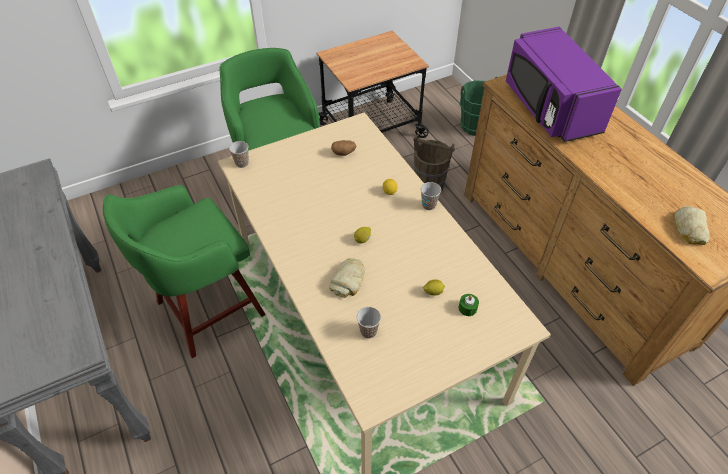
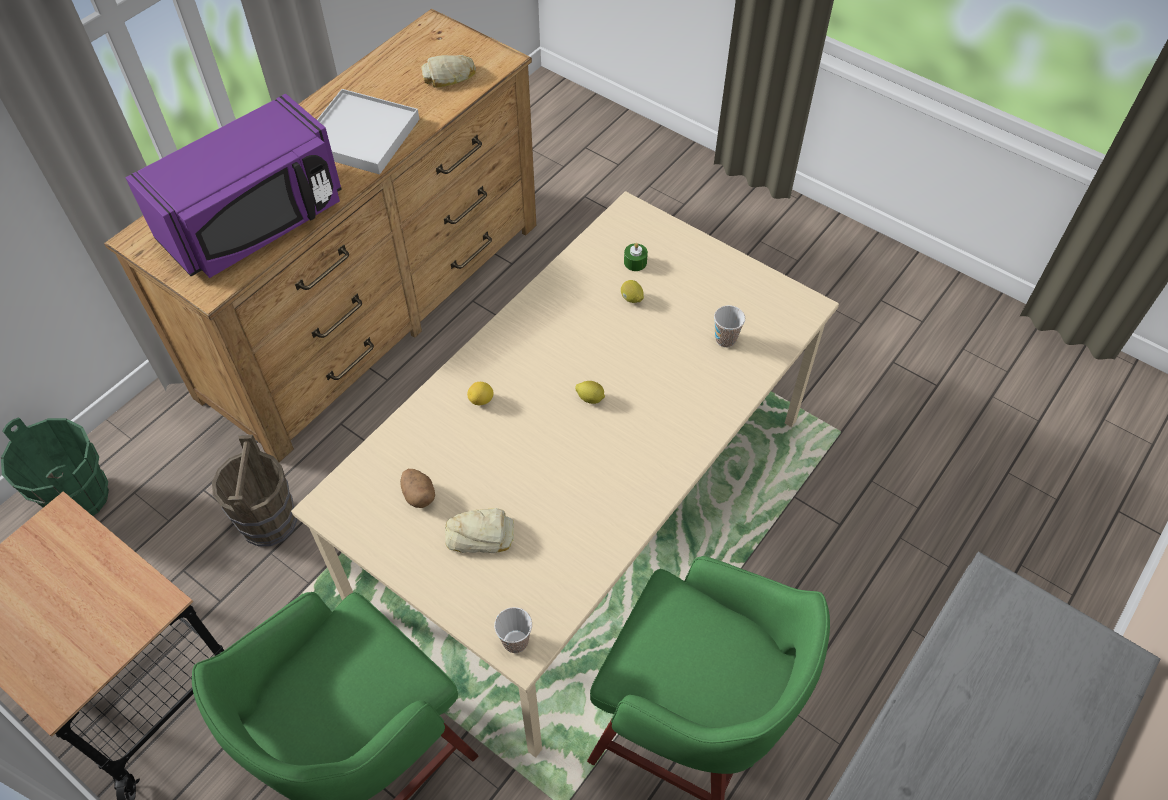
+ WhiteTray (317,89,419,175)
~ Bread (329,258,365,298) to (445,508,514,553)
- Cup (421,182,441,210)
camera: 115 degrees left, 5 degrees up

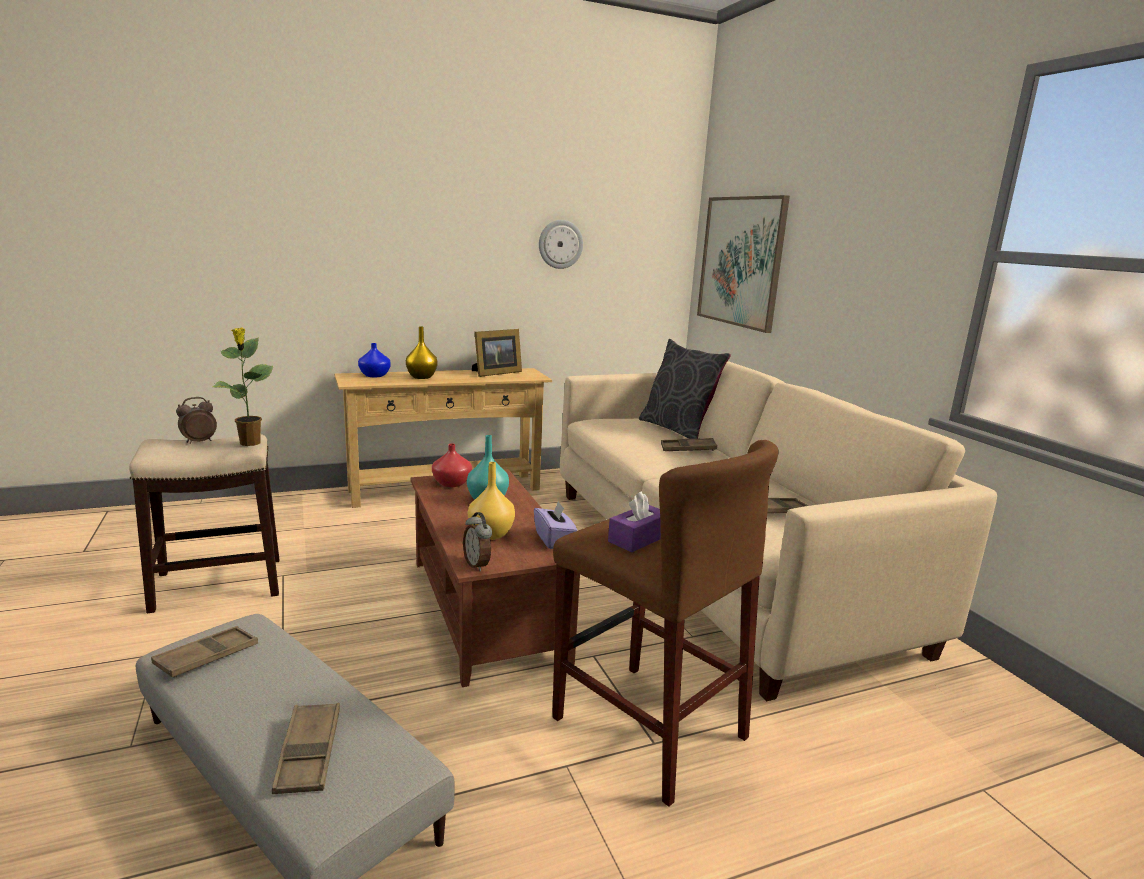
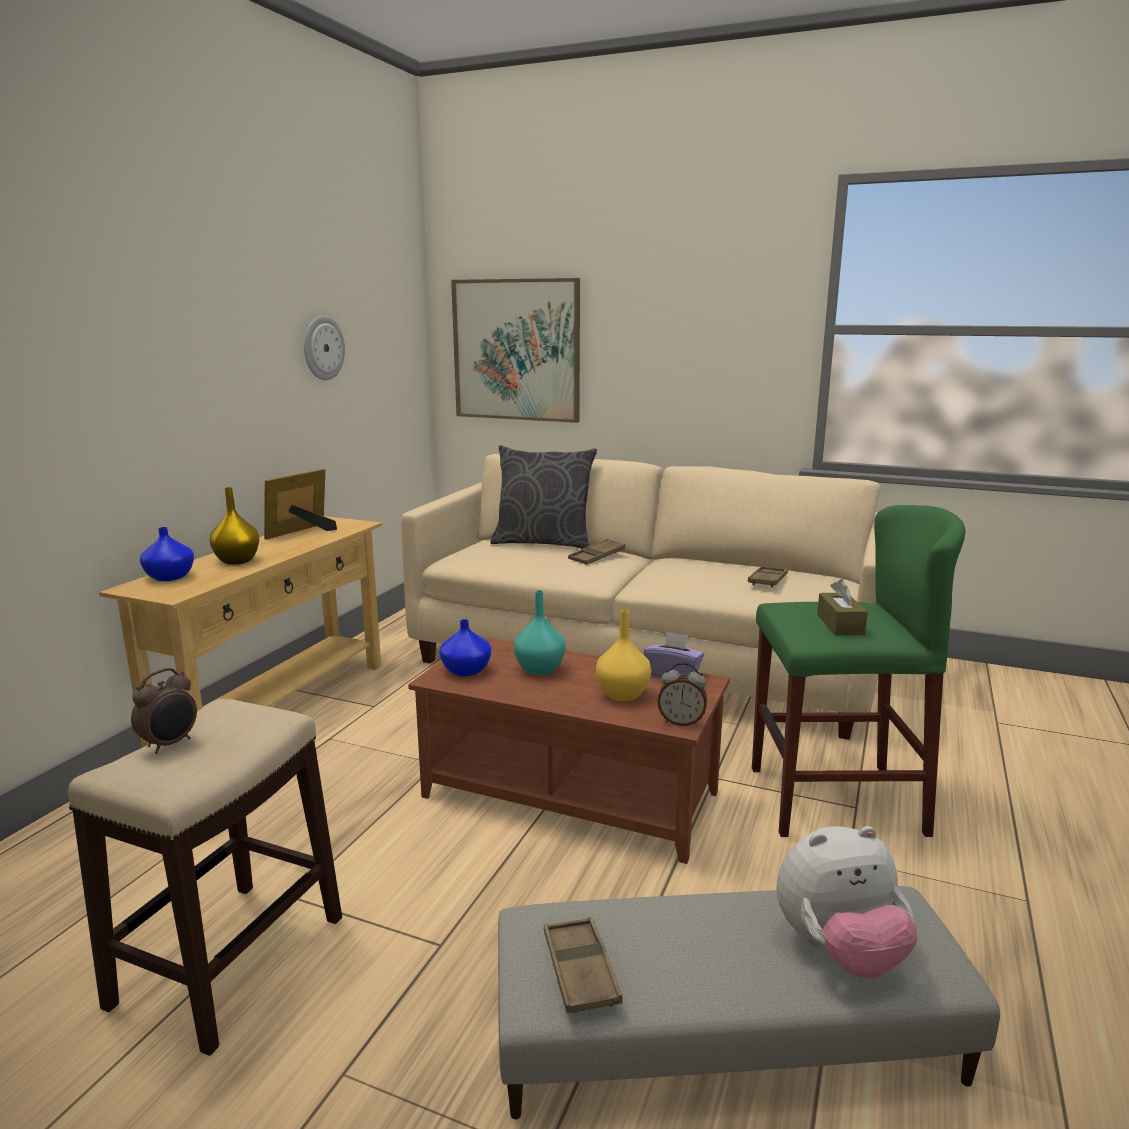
~ AlarmClock (176,397,217,444) = (131,668,197,754) 150 degrees counterclockwise
~ PictureFrame (472,329,522,377) = (264,469,337,540) 150 degrees counterclockwise
~ RedVase (432,443,472,487) to BlueVase (439,619,491,676)
~ BrownStool (552,440,779,807) to GreenStool (752,505,965,837)
~ BrownTray (272,703,340,794) to PlushToy (776,826,918,978)
~ PurpleTissueBox (608,491,661,552) to BrownTissueBox (817,579,868,635)
- PottedPlant (212,328,273,446)
camera: 45 degrees left, 0 degrees up

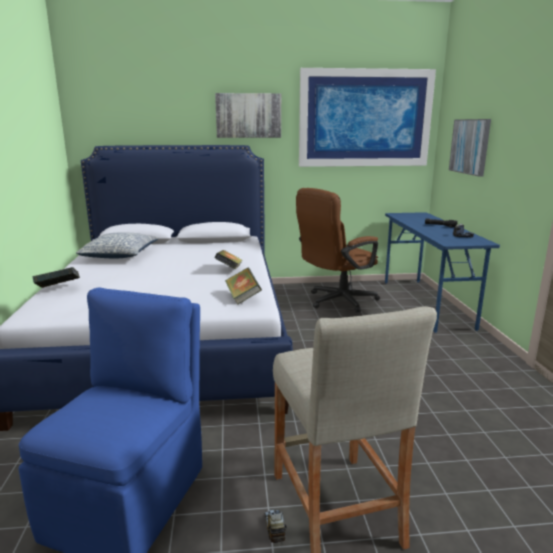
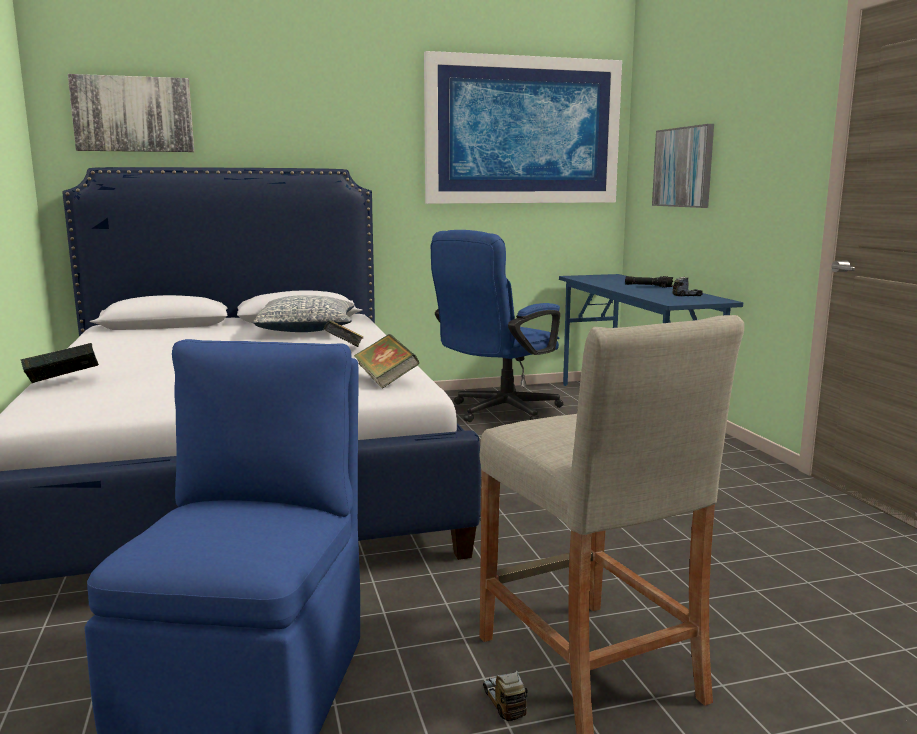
~ Picture (215,93,281,138) to (68,74,194,152)
~ Pillow (76,232,159,259) to (253,295,354,332)
~ BrownOfficeChair (296,188,380,313) to BlueOfficeChair (431,230,563,422)
camera: 10 degrees left, 5 degrees down

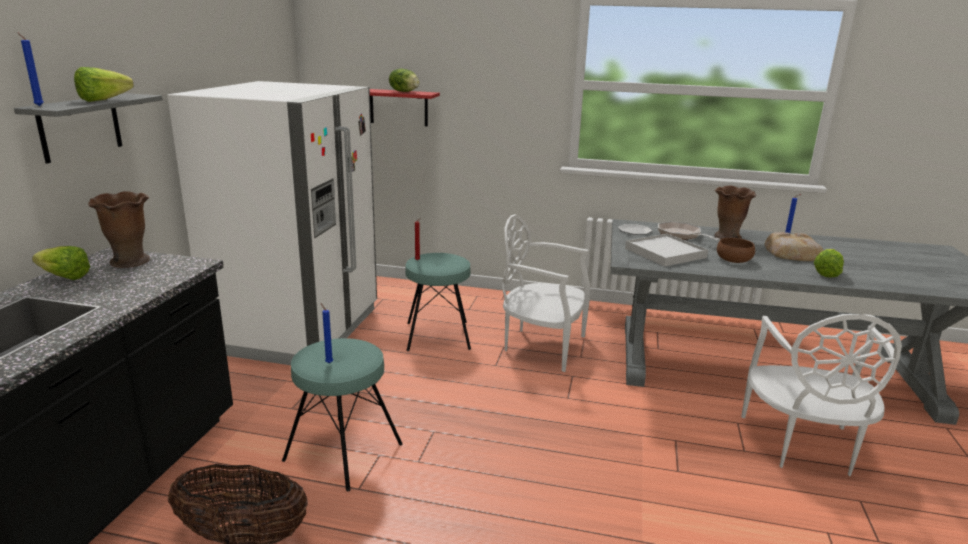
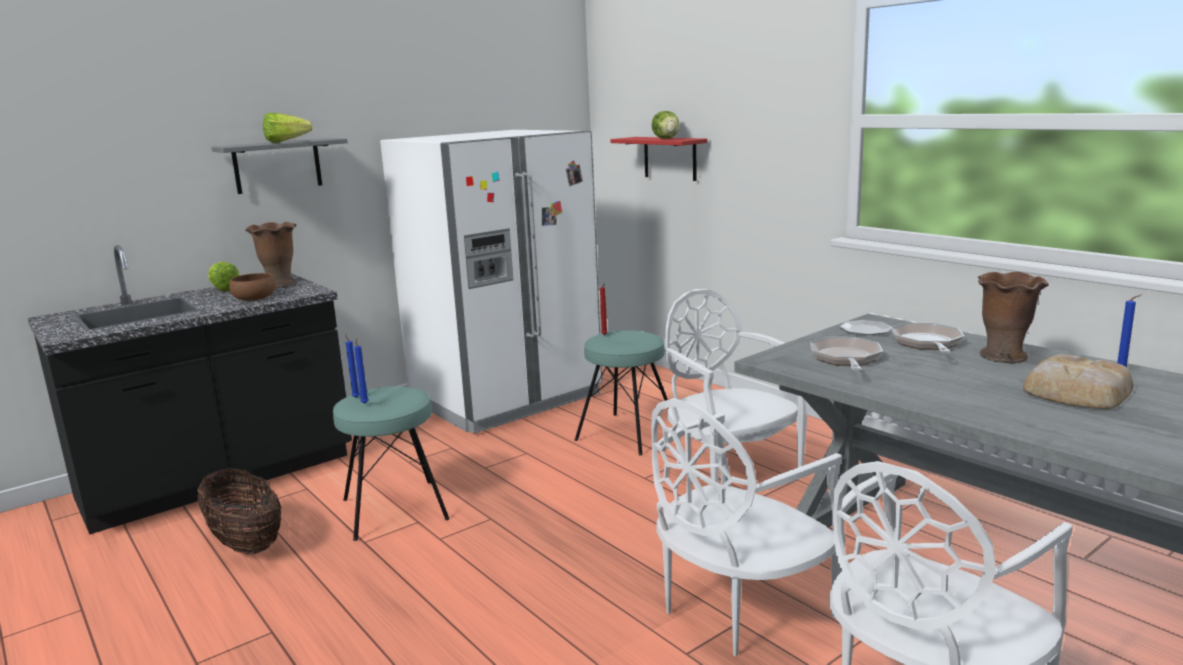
~ BrownBowl (717,238,755,263) to (229,273,276,301)
~ BlueCandle (18,33,44,106) to (345,334,360,398)
+ WhiteChair (651,398,846,656)
~ WhiteTray (625,233,708,267) to FryingPan (810,337,883,370)
- Lettuce (814,249,844,277)
camera: 40 degrees right, 5 degrees down

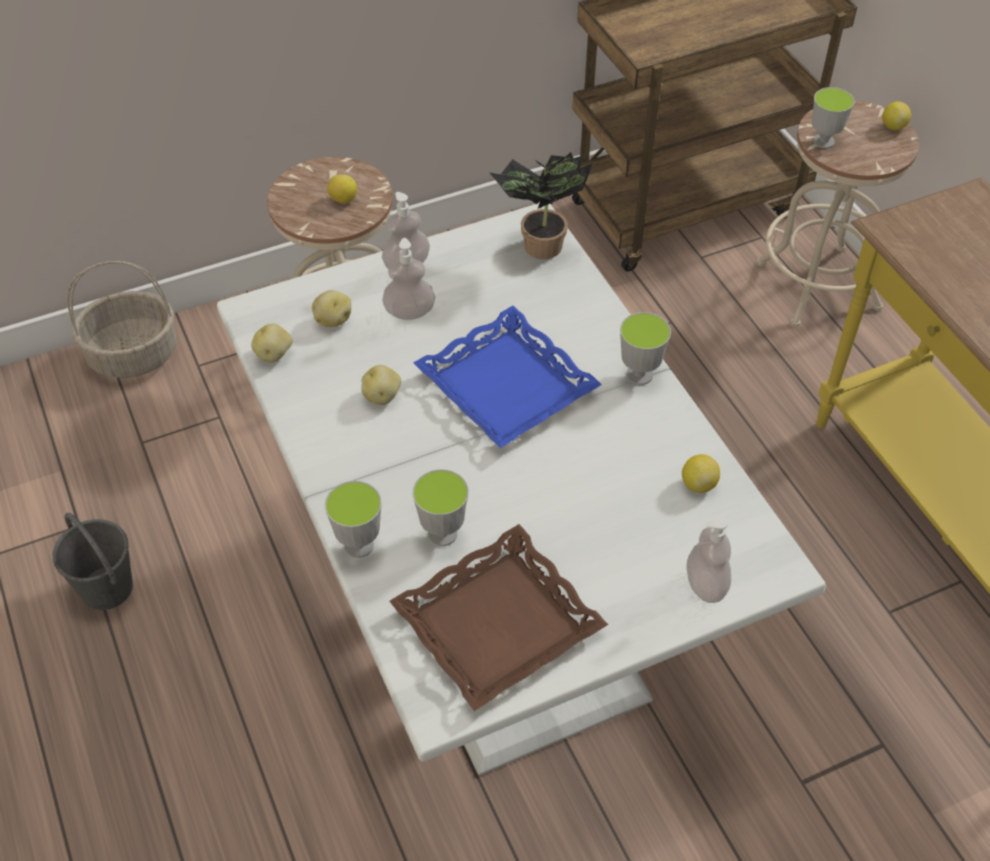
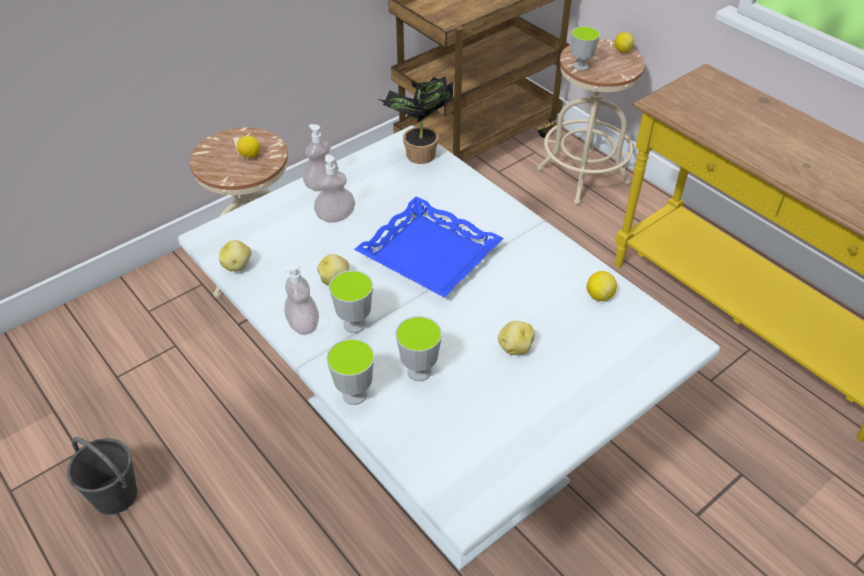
~ SoapDispenser (687,517,731,603) to (283,262,319,335)
~ Cup (620,312,671,385) to (329,270,373,333)
~ Potato (312,290,351,327) to (498,321,535,355)
- Basket (67,261,177,378)
- BrownTray (390,524,608,711)
camera: 15 degrees left, 5 degrees down

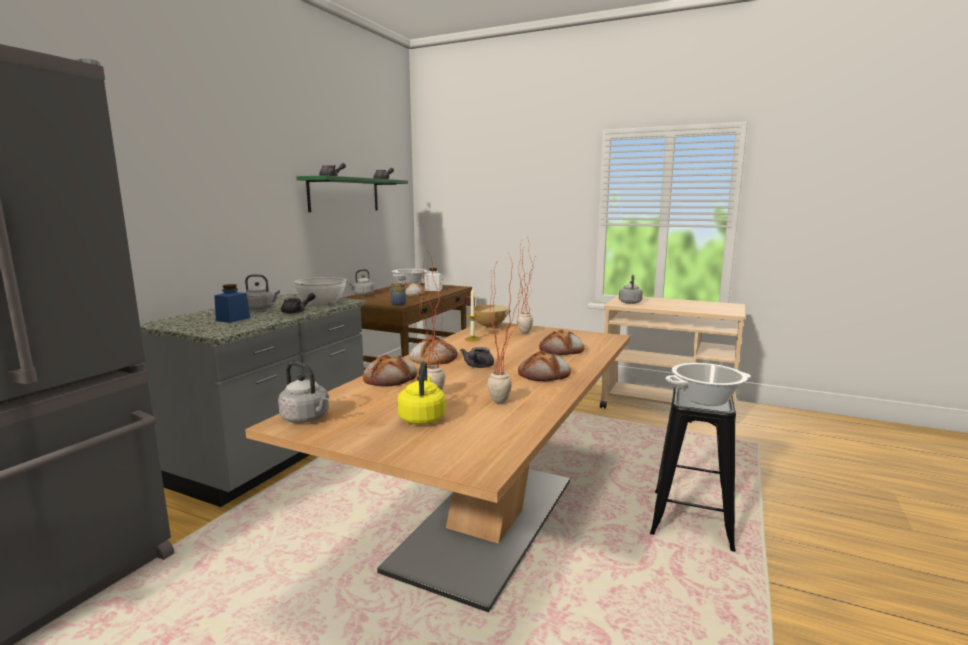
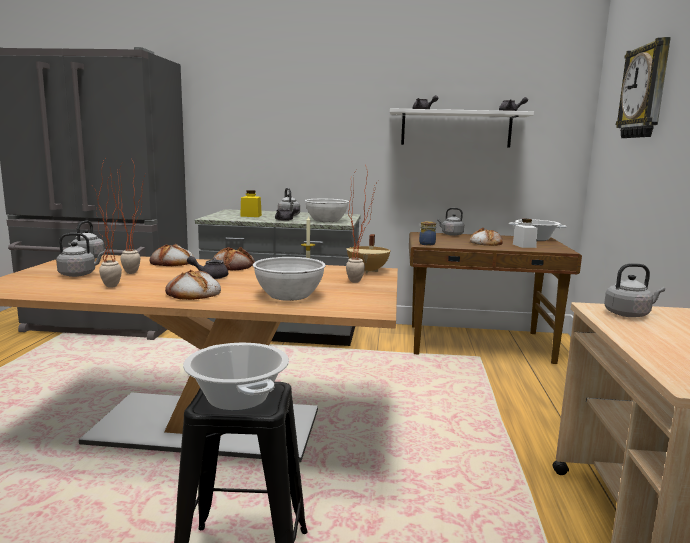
~ YellowKettle (398,361,446,425) to GreyKettle (56,233,105,277)
~ BlueJar (214,284,250,323) to YellowJar (240,190,262,217)
~ Bread (539,330,585,355) to WhiteBowl (253,257,326,301)
~ GreenShelf (296,175,408,212) to WhiteShelf (390,108,534,148)
+ WallClock (616,37,671,138)
camera: 70 degrees right, 0 degrees up

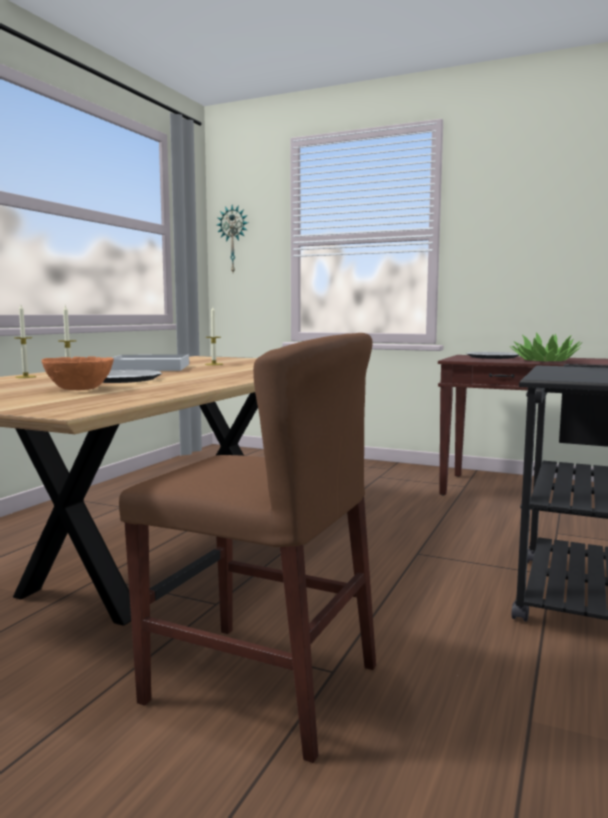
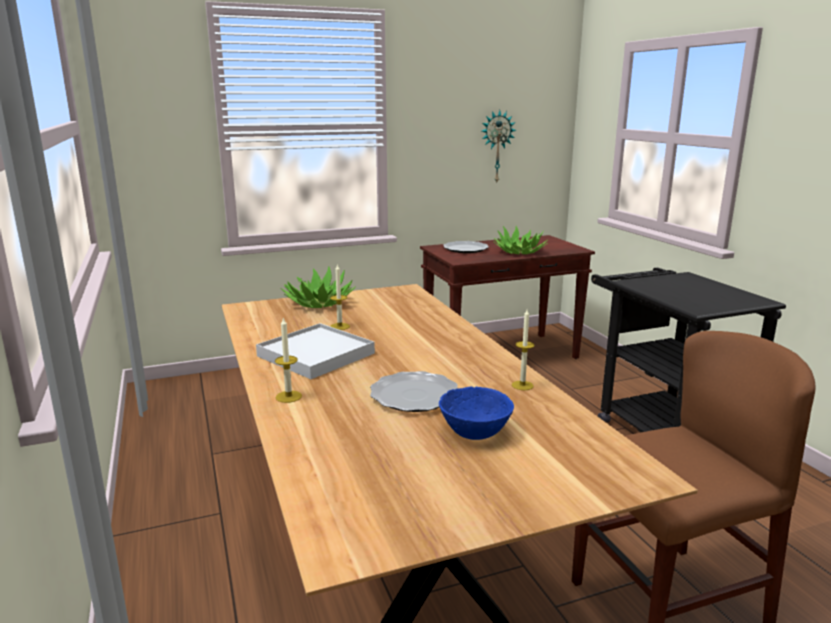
+ PottedPlant (280,266,356,308)
~ OrangeBowl (41,356,114,390) to BlueBowl (439,387,514,440)
~ WallClock (217,205,248,272) to (482,110,516,184)
~ Candle (15,305,36,378) to (512,310,534,390)
camera: 45 degrees left, 10 degrees up

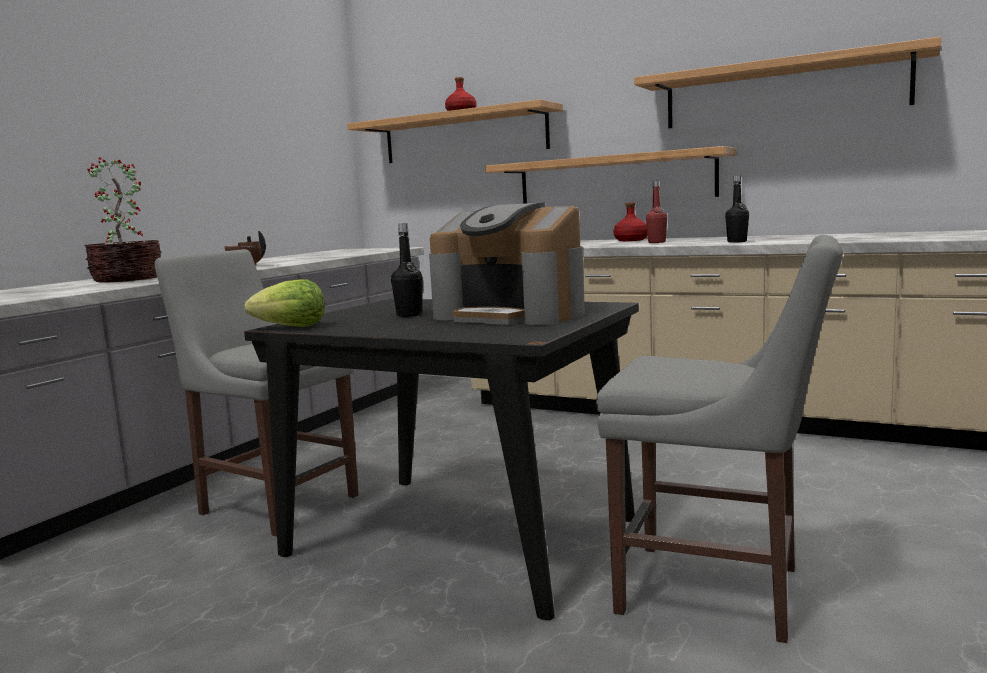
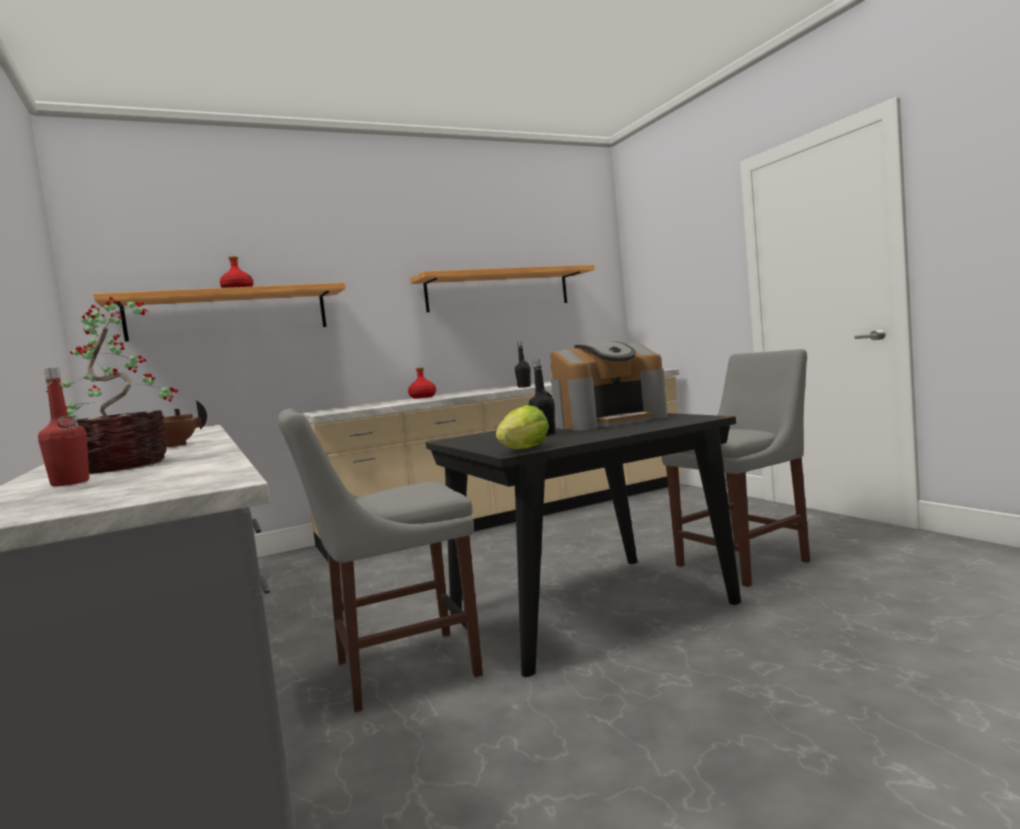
~ RedBottle (646,181,667,243) to (38,368,89,486)
- Shelf (485,146,737,204)
camera: 55 degrees left, 5 degrees down

